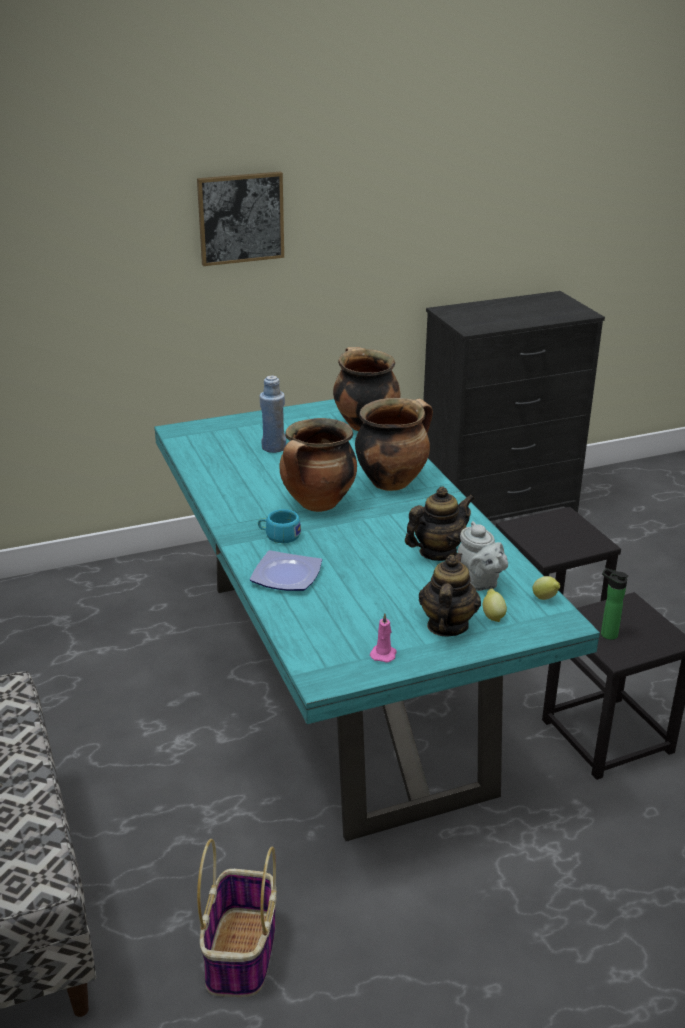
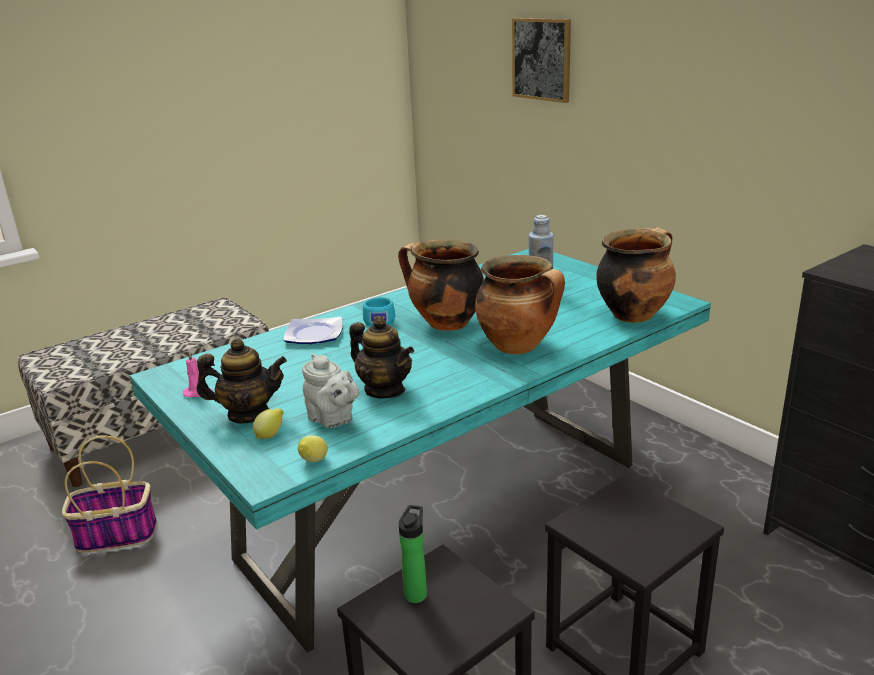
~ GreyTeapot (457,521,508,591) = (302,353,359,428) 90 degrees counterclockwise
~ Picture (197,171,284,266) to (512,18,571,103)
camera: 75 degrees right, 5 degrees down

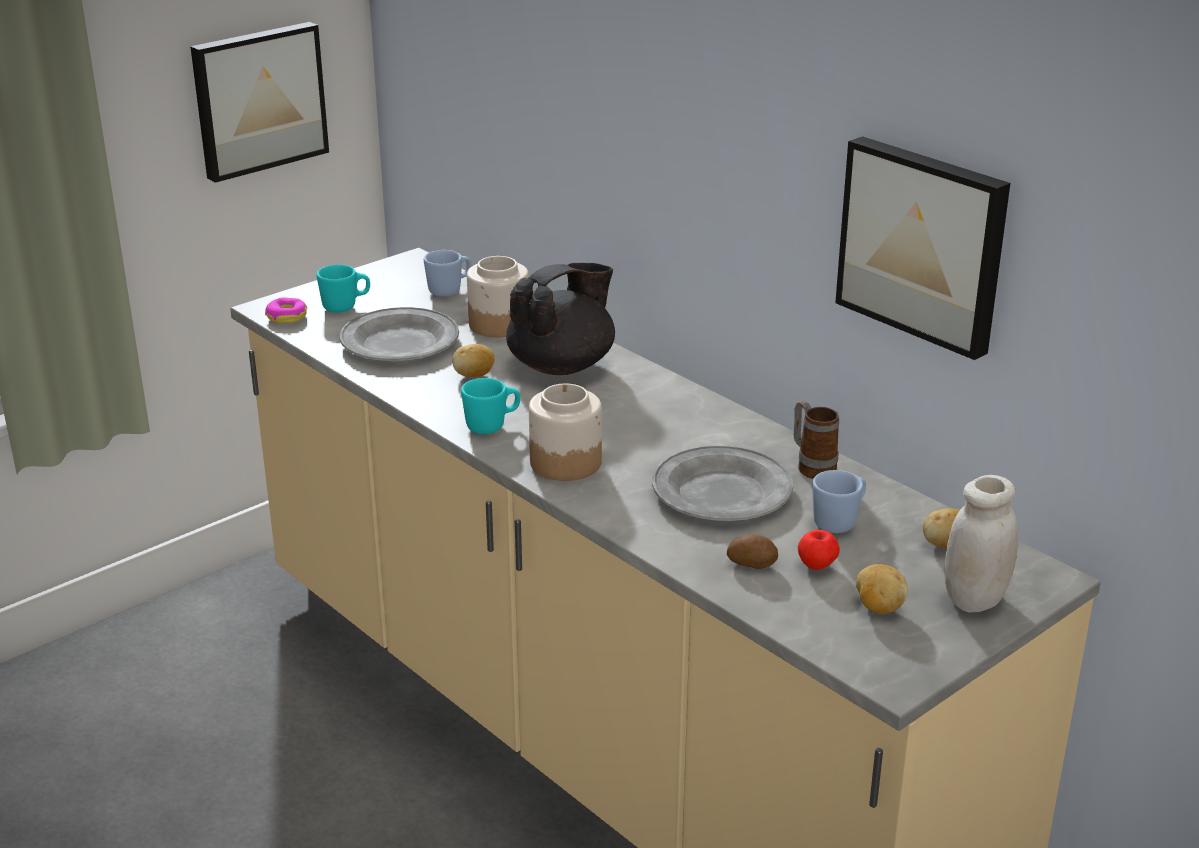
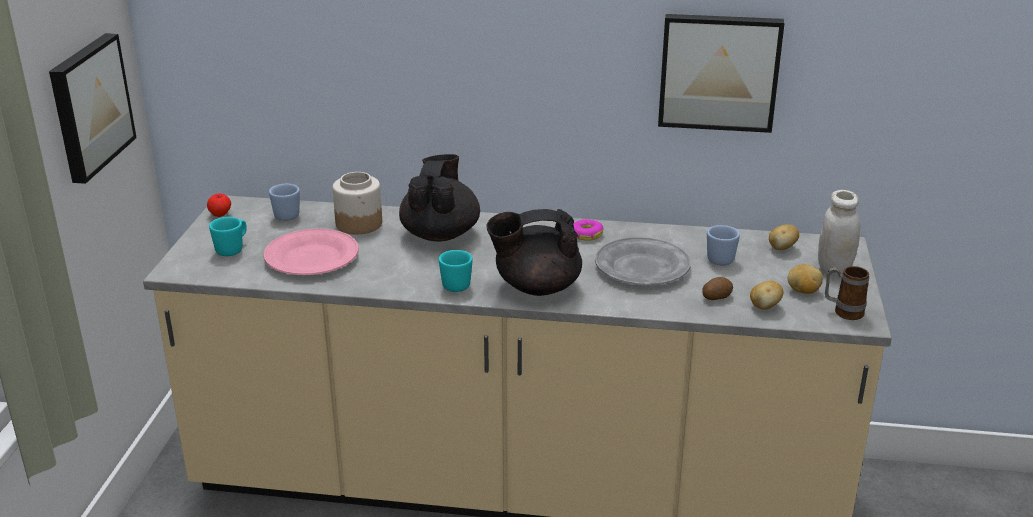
~ Apple (798,530,840,570) to (207,193,231,217)
~ GreyPlate (340,307,459,361) to PinkPlate (264,228,359,275)
~ Jar (529,384,602,481) to BlackTeapot (487,209,582,296)
~ Donut (265,297,307,324) to (573,219,604,241)
~ Potato (452,344,495,377) to (750,281,783,310)
~ Mug (794,400,839,479) to (825,266,869,320)
camera: 40 degrees left, 0 degrees up

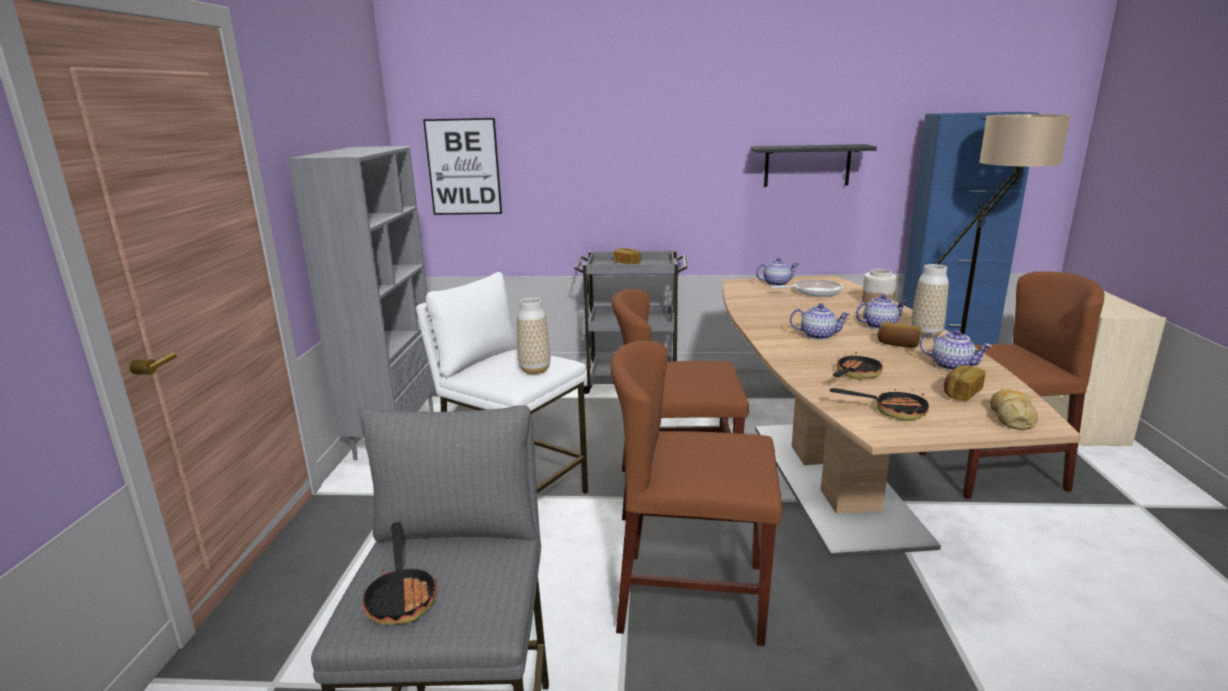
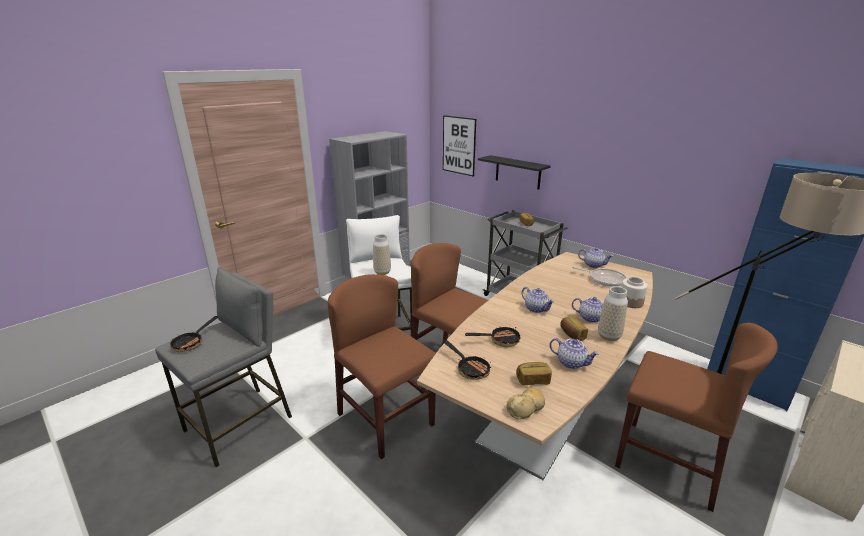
~ BlackShelf (751,144,877,187) to (478,155,551,189)
~ Teapot (920,330,992,371) = (549,338,599,369) 45 degrees counterclockwise
camera: 40 degrees right, 5 degrees up

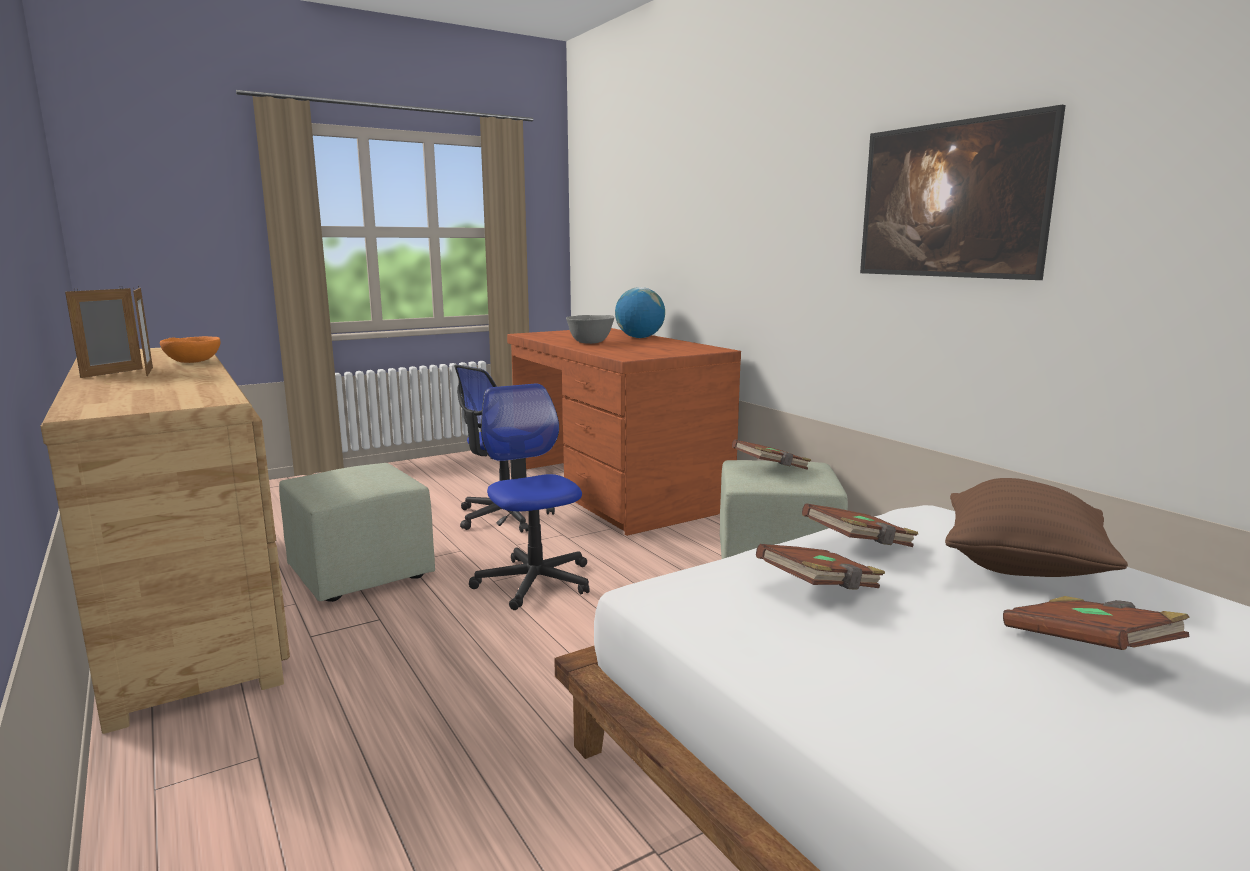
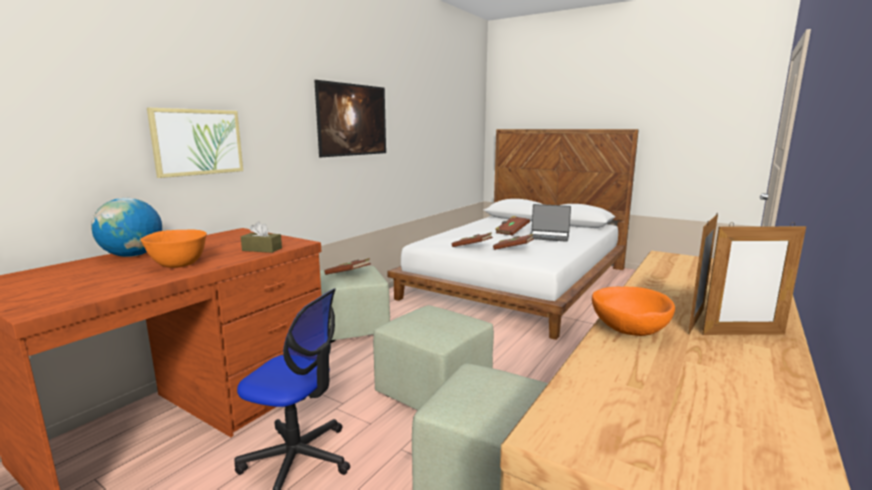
~ GreyBowl (566,315,614,344) to OrangeBowl (141,230,207,268)
+ Picture (147,108,243,178)
+ BrownTissueBox (241,221,282,253)
~ OfficeChair (469,383,590,610) to GreenOttoman (373,305,494,410)
+ Laptop (530,204,571,242)
- BrownPillow (945,478,1128,577)
camera: 115 degrees left, 0 degrees up

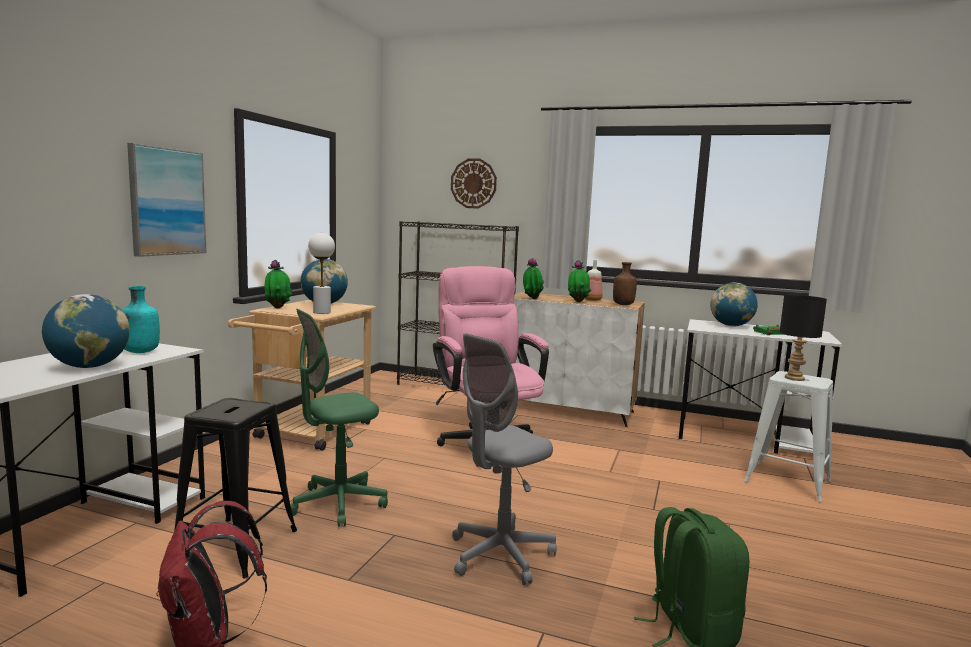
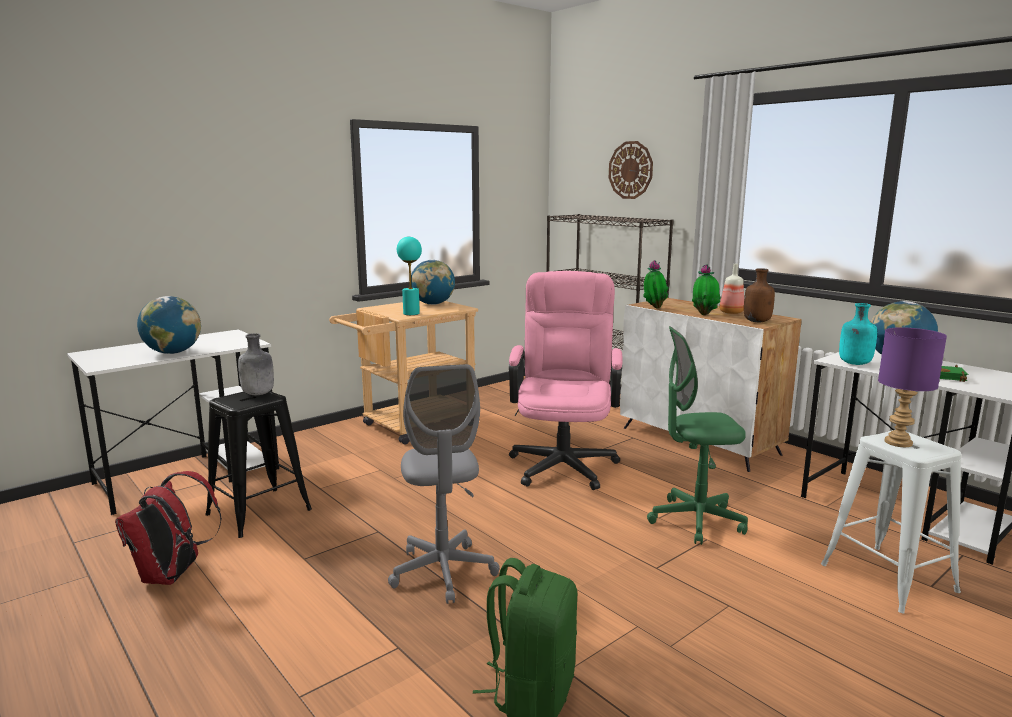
+ GreyBottle (238,333,274,395)
~ GreyOfficeChair (452,333,557,585) = (388,364,500,604) 90 degrees counterclockwise
~ WhiteTableLamp (308,233,335,314) to TurquoiseTableLamp (397,237,422,315)
~ GreenOfficeChair (290,309,388,527) to (647,326,748,545)
~ TurquoiseBottle (122,286,160,353) to (839,303,877,365)
~ BlackTableLamp (780,295,827,381) to PurpleTableLamp (878,327,947,447)
- Picture (127,143,207,257)
- PottedPlant (264,260,293,309)
camera: 30 degrees right, 5 degrees up

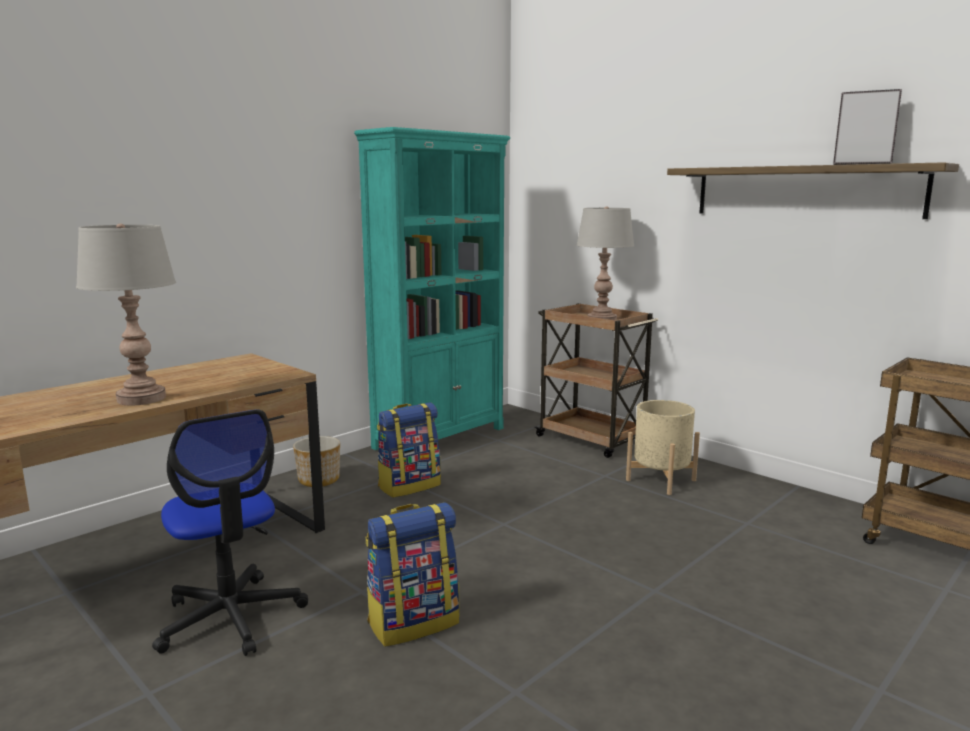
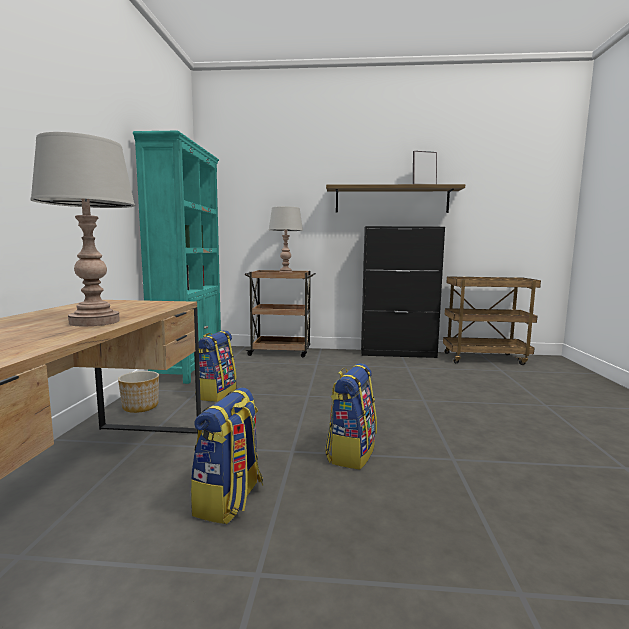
~ OfficeChair (152,409,308,656) to Backpack (191,387,263,524)
+ BlackCabinet (361,226,445,358)
- BeigePlanter (626,400,700,495)
camera: 40 degrees left, 5 degrees down

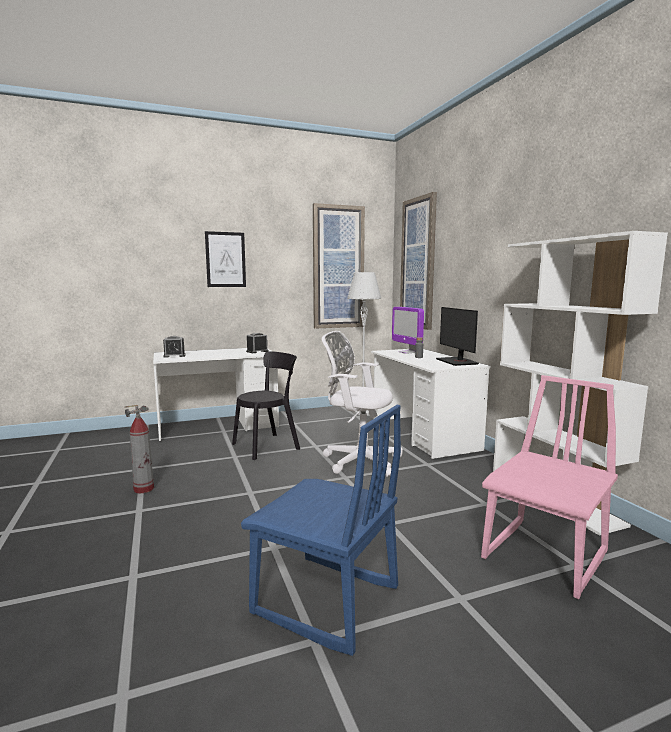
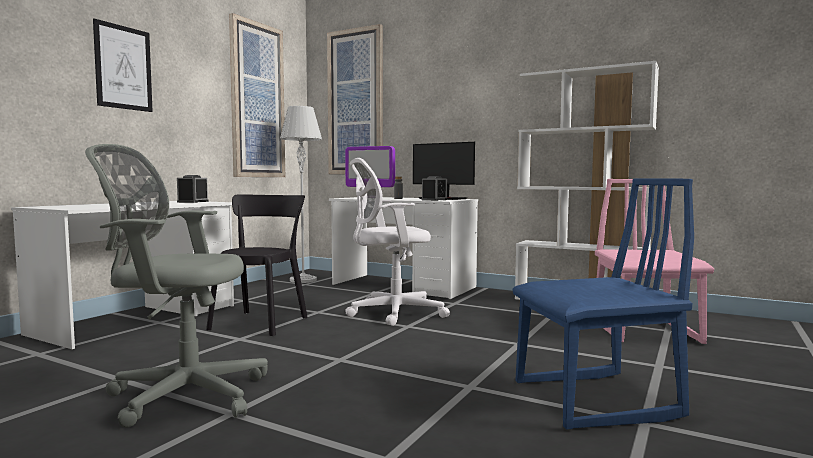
~ FireExtinguisher (125,405,154,493) to GreyOfficeChair (85,144,268,427)
~ AlarmClock (163,336,186,358) to (421,176,447,201)
camera: 40 degrees left, 5 degrees down

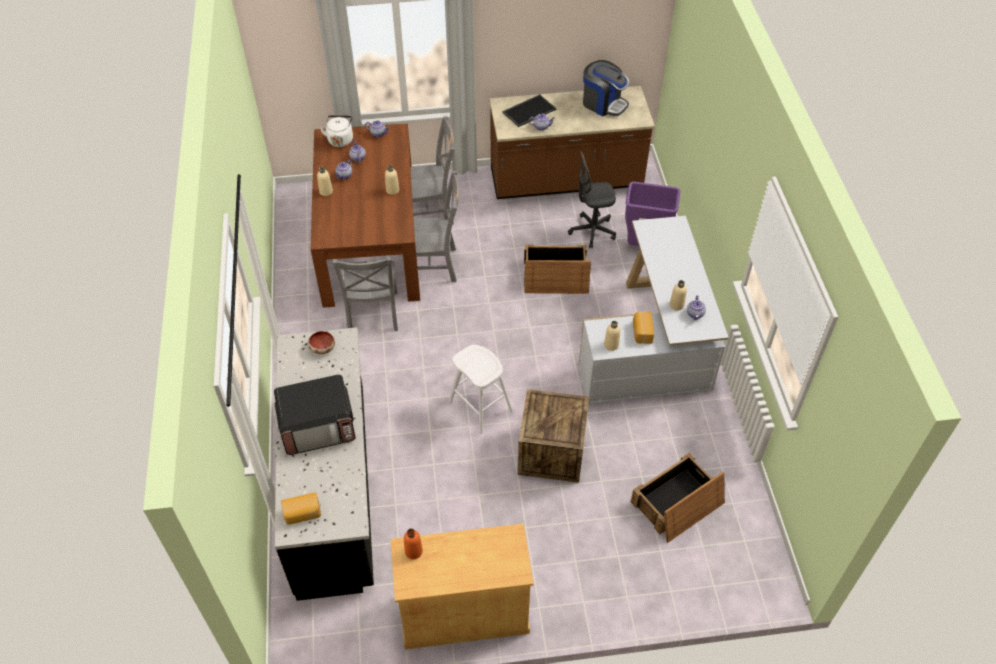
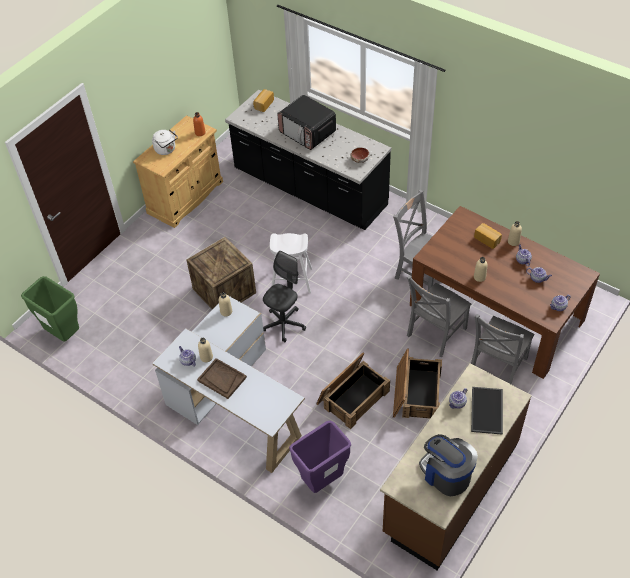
+ GreenTrashCan (21,276,79,342)
~ WhiteKettle (320,115,353,147) to (152,129,178,155)
+ BrownTray (197,358,247,399)
~ GreyOfficeChair (568,151,616,248) to (263,251,306,342)
~ Microwave (274,375,356,455) = (277,95,336,150) 75 degrees counterclockwise
~ Crate (631,453,725,543) to (393,348,442,418)
~ CoffeeMachine (583,60,629,116) = (419,434,478,496) 60 degrees clockwise
~ Bread (633,312,654,344) to (474,223,502,249)
camera: 135 degrees right, 0 degrees up

